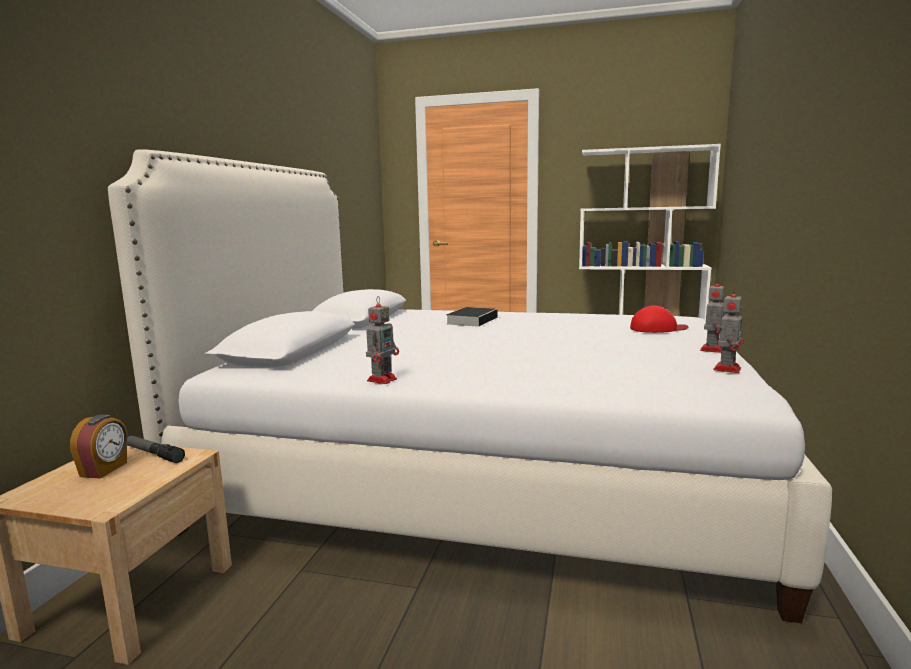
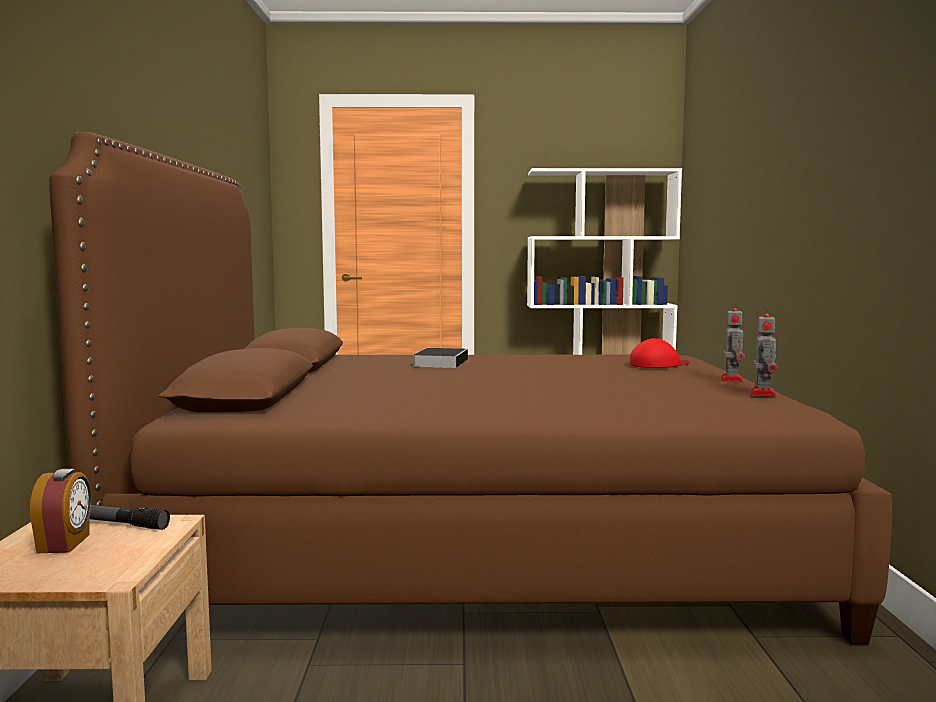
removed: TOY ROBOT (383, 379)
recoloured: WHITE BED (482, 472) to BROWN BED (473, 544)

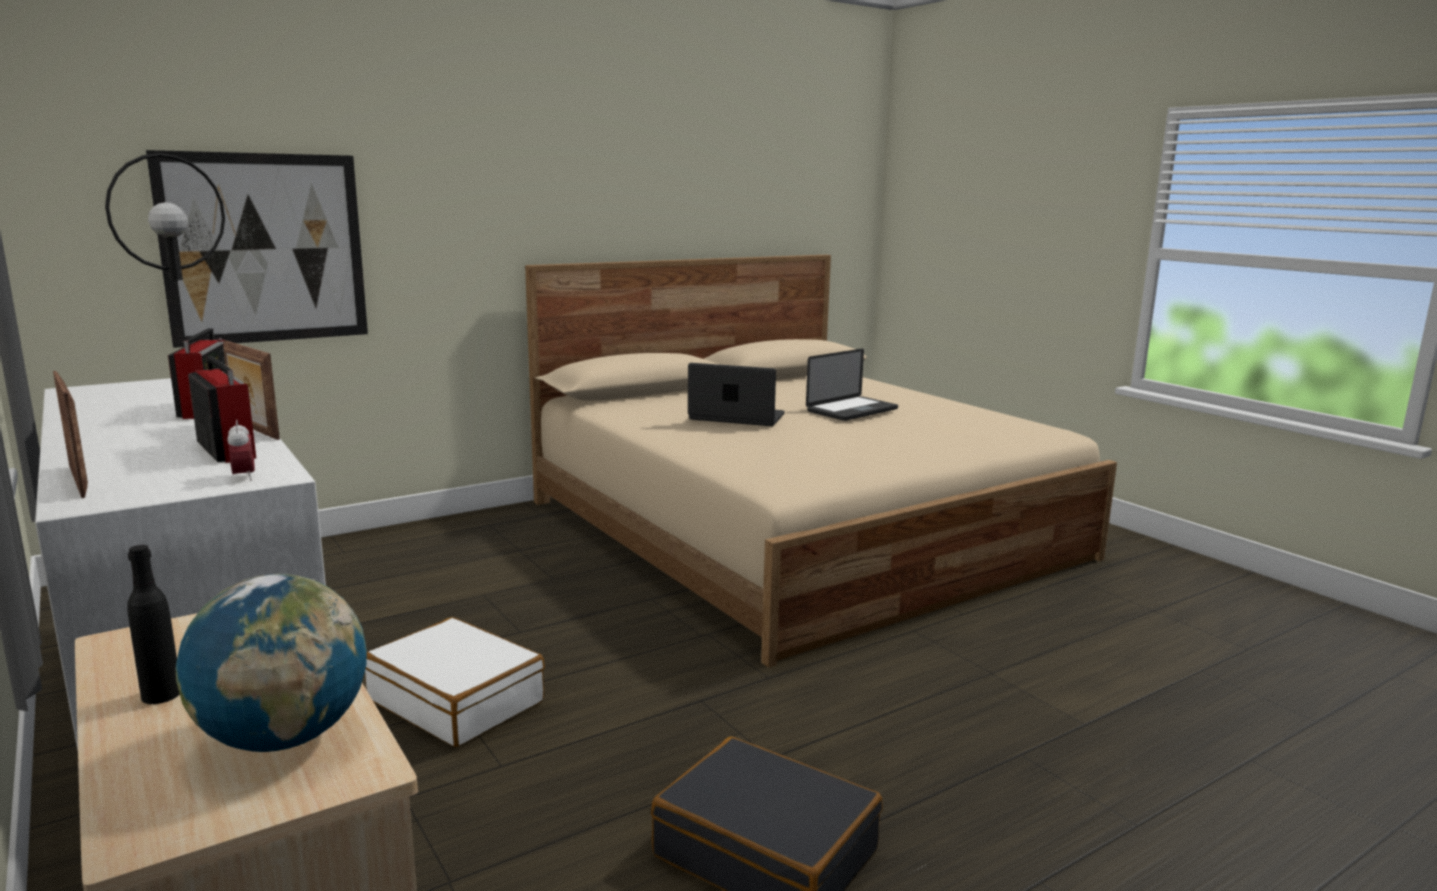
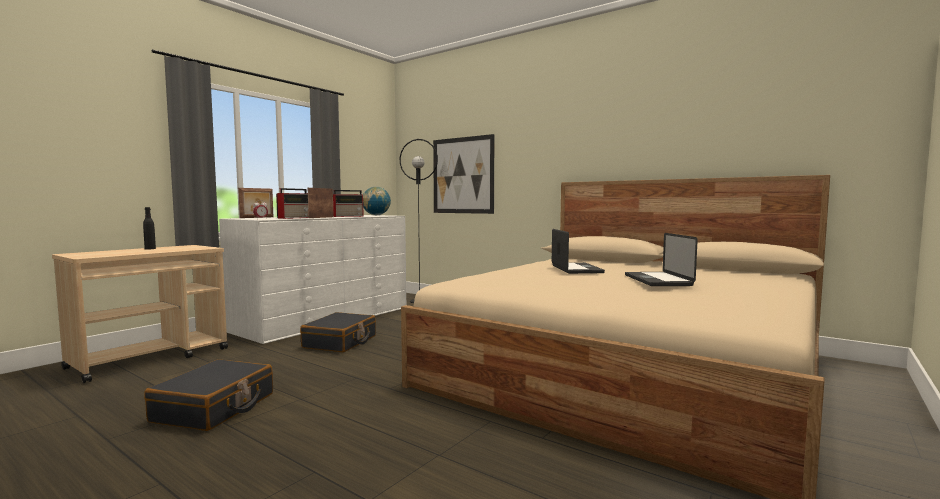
moved: GLOBE (284, 738) to (376, 215)
recoloured: WHITE SUITCASE (457, 700) to BLACK SUITCASE (340, 342)
turned: LAPTOP (852, 410) = (657, 280) 60 degrees clockwise

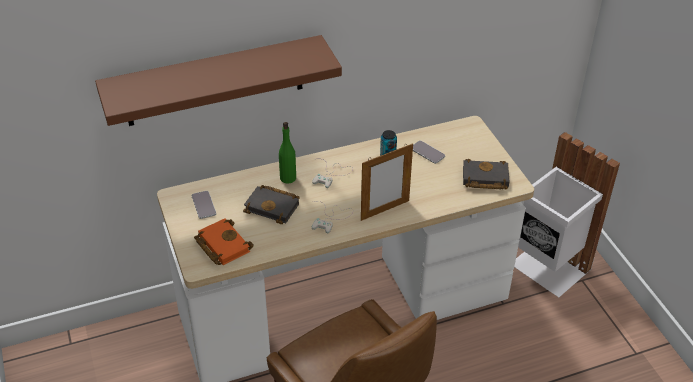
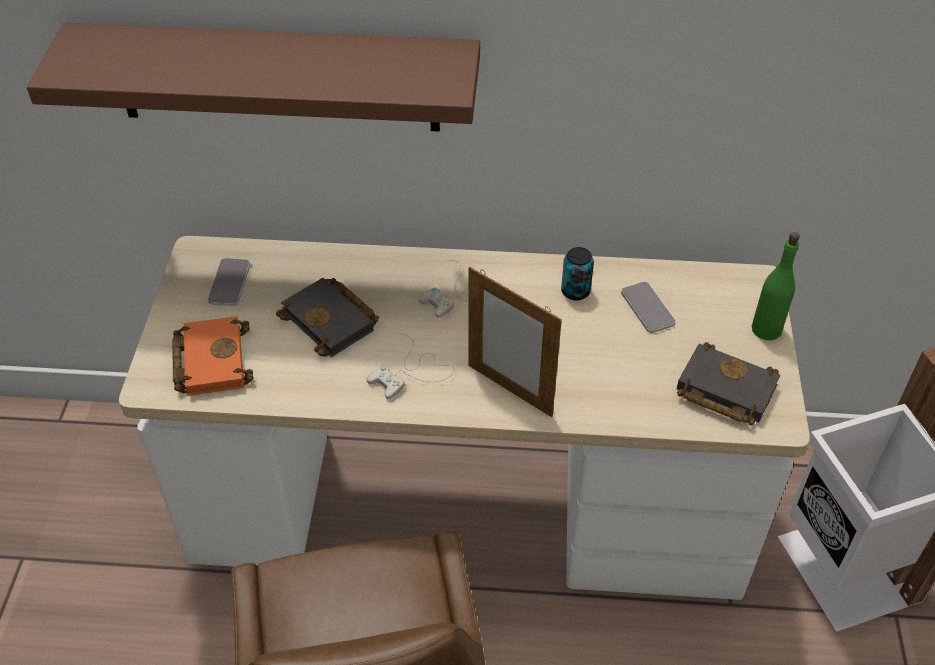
moved: GREEN BOTTLE (288, 178) to (766, 329)
turned: PICTURE FRAME (385, 210) = (509, 390) 45 degrees clockwise

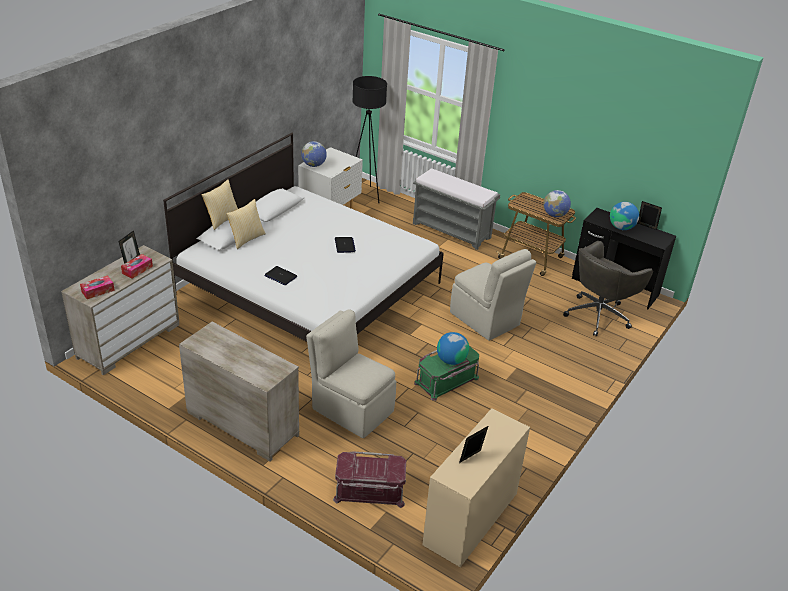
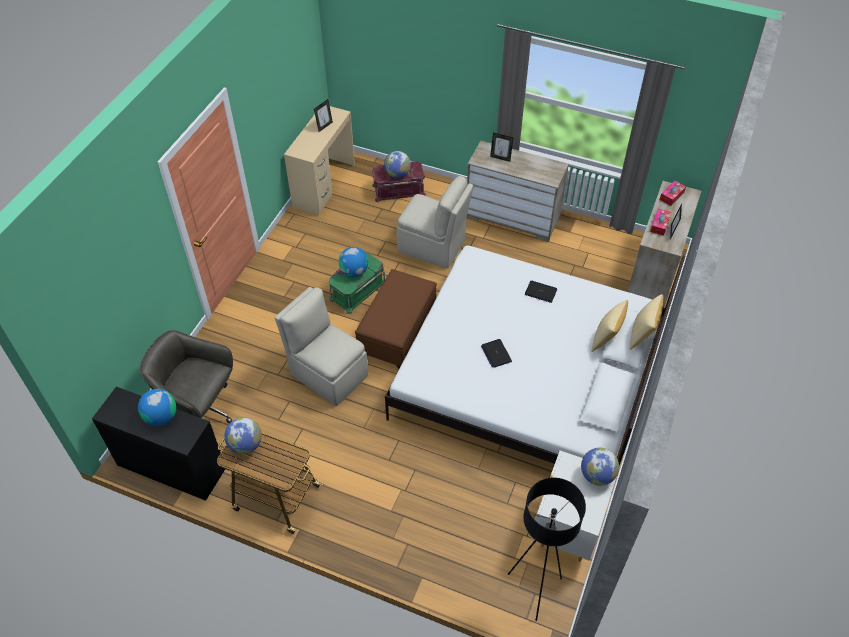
removed: GREY BENCH (452, 231)
added: GLOBE (397, 174); BROWN OTTOMAN (397, 333)
moved: PICTURE FRAME (646, 227) to (500, 158)
turned: GREY OFFICE CHAIR (599, 315) = (200, 411) 105 degrees counterclockwise

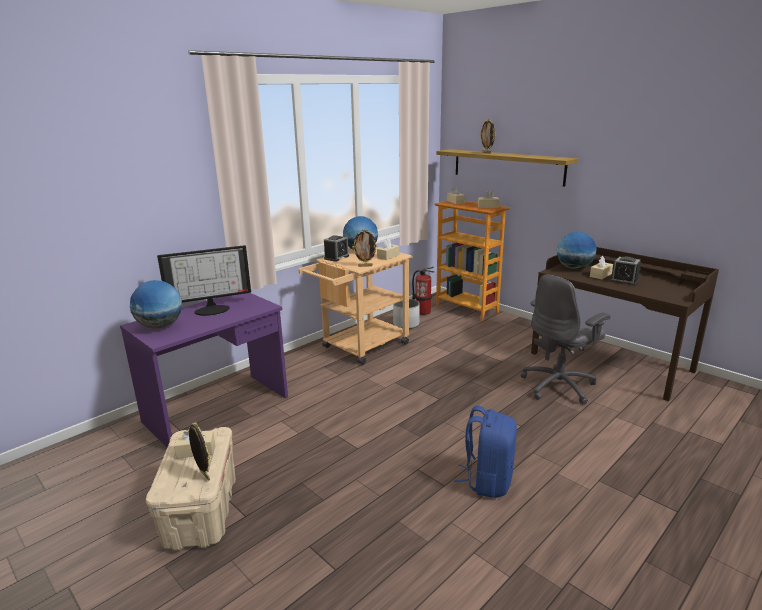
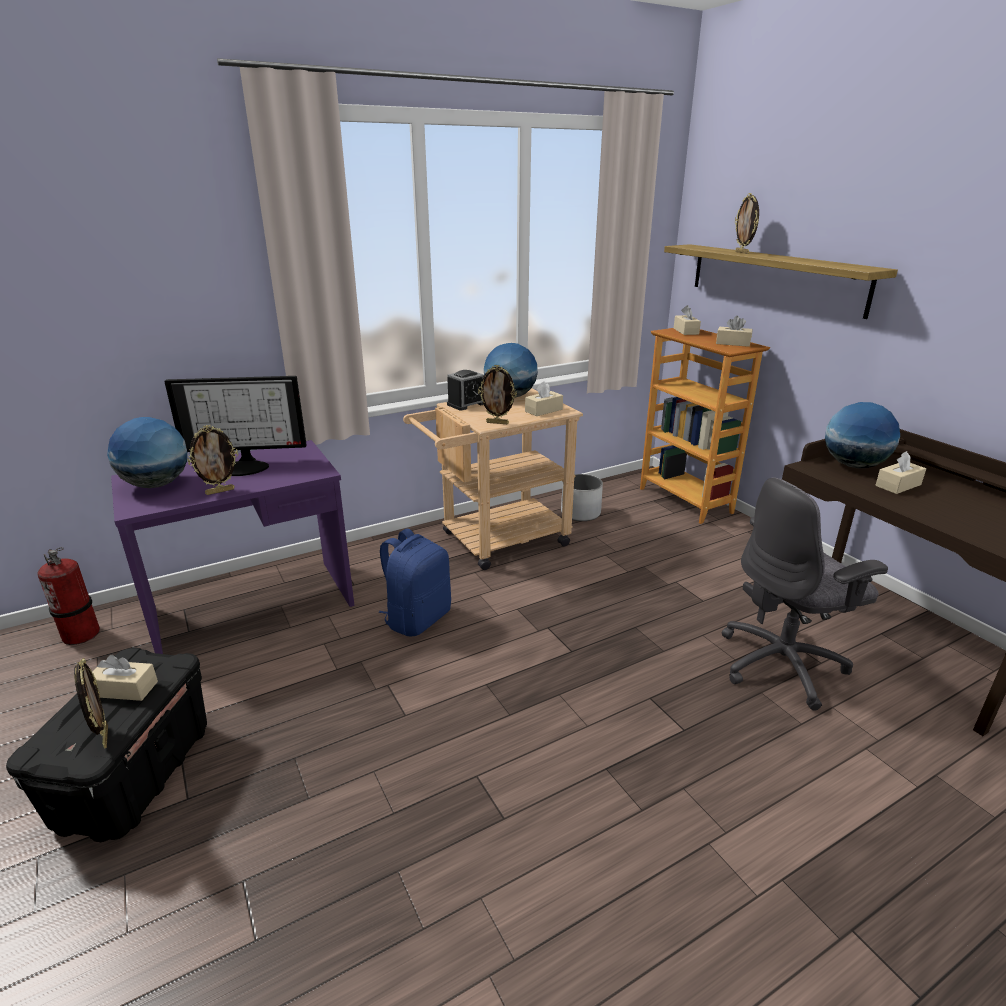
removed: ALARM CLOCK (624, 281)
added: PICTURE FRAME (220, 491)
moved: FIRE EXTINGUISHER (422, 312) to (81, 634); BLUE BACKPACK (487, 480) to (417, 618)
recoloured: BEIGE STORAGE BOX (201, 512) to BLACK STORAGE BOX (136, 775)

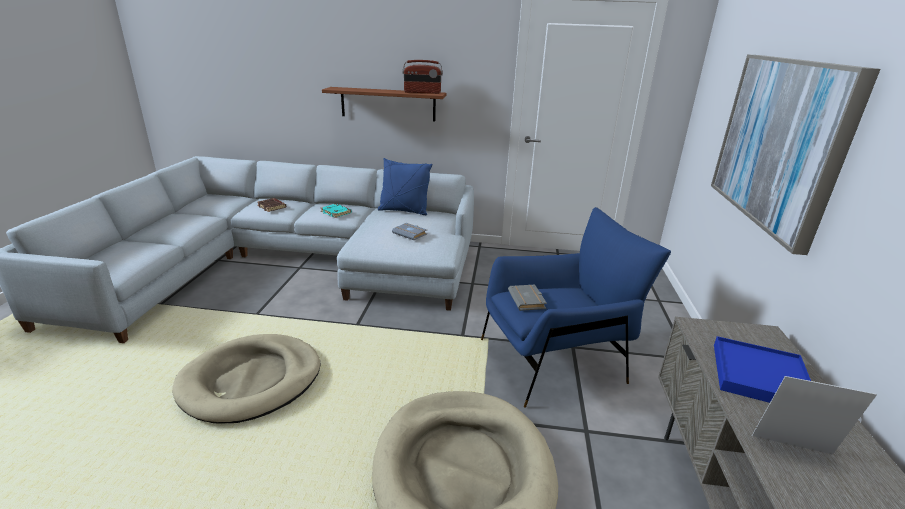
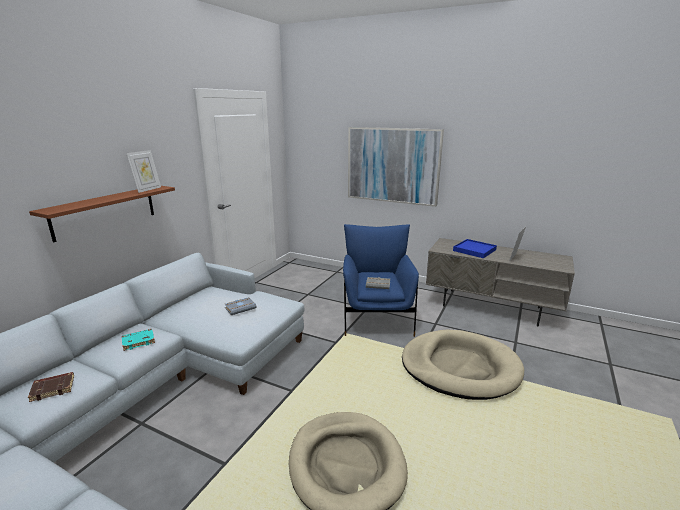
removed: BLUE PILLOW (404, 211)
replaced: RADIO (422, 92) to PICTURE FRAME (147, 189)

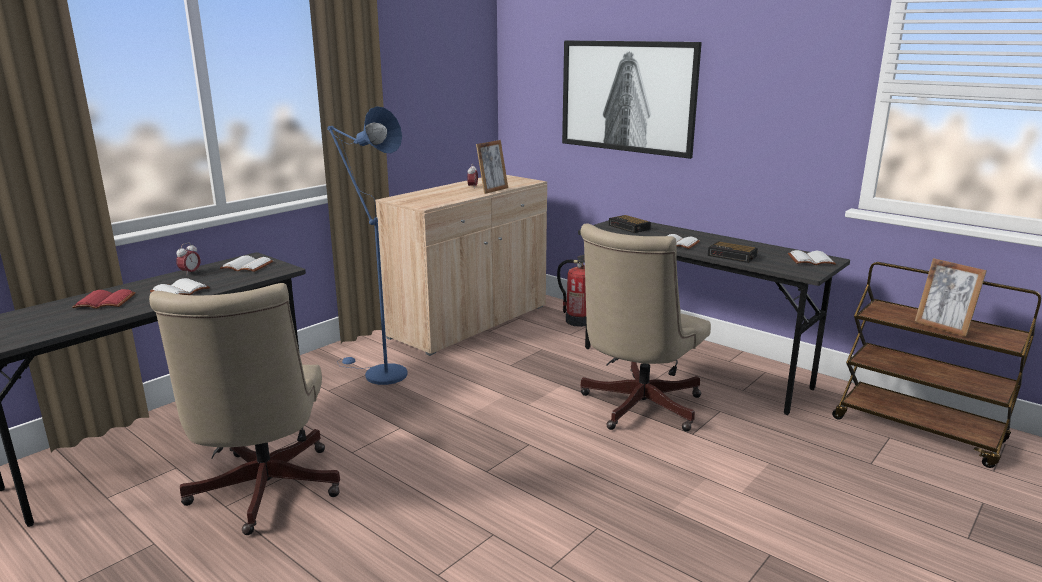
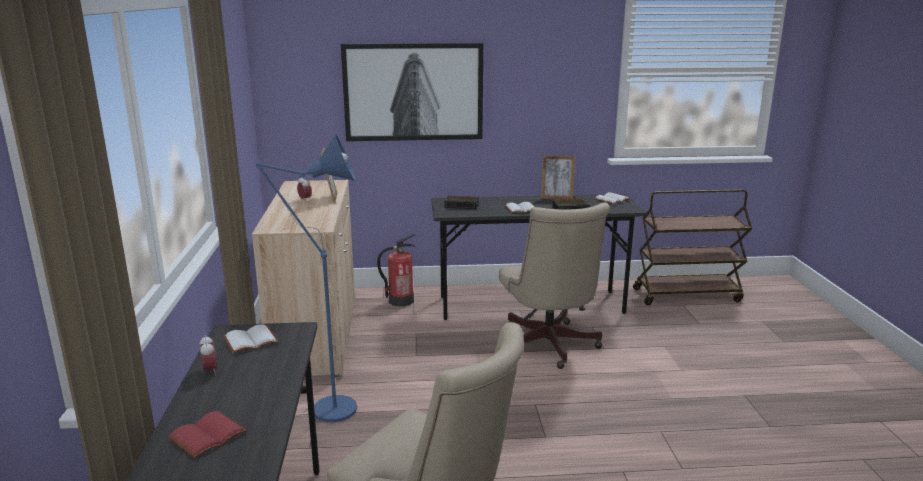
removed: WHITE BOOK (180, 290)
moved: PICTURE FRAME (942, 327) to (557, 198)

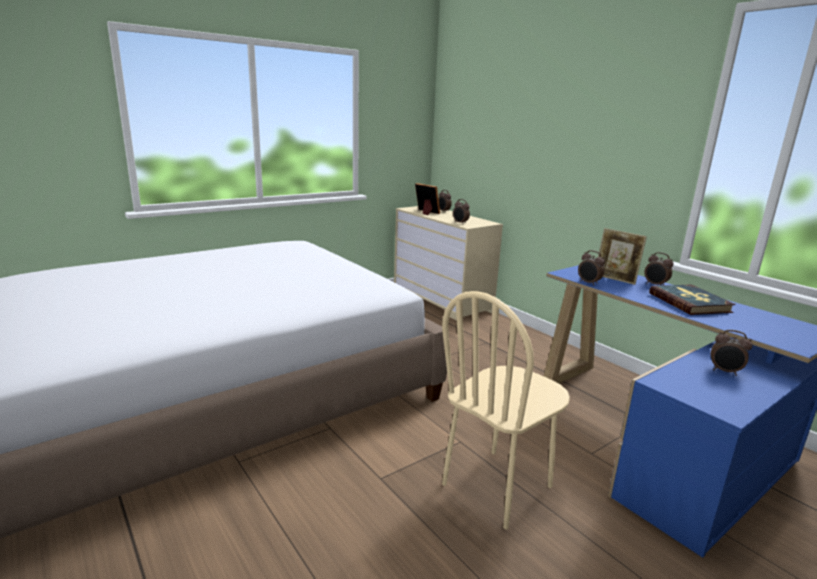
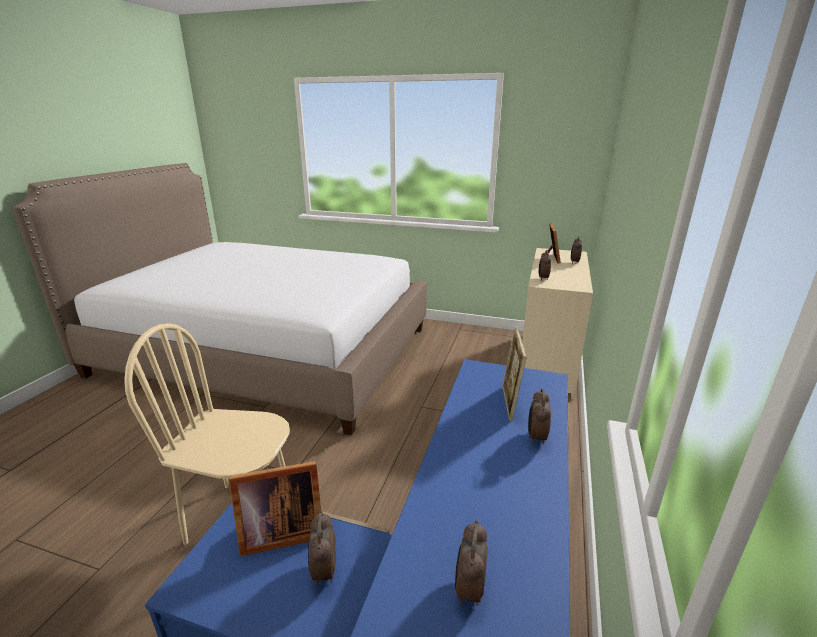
removed: BOOK (689, 303)
added: PICTURE FRAME (279, 532)
moved: ALARM CLOCK (588, 283) to (469, 589)

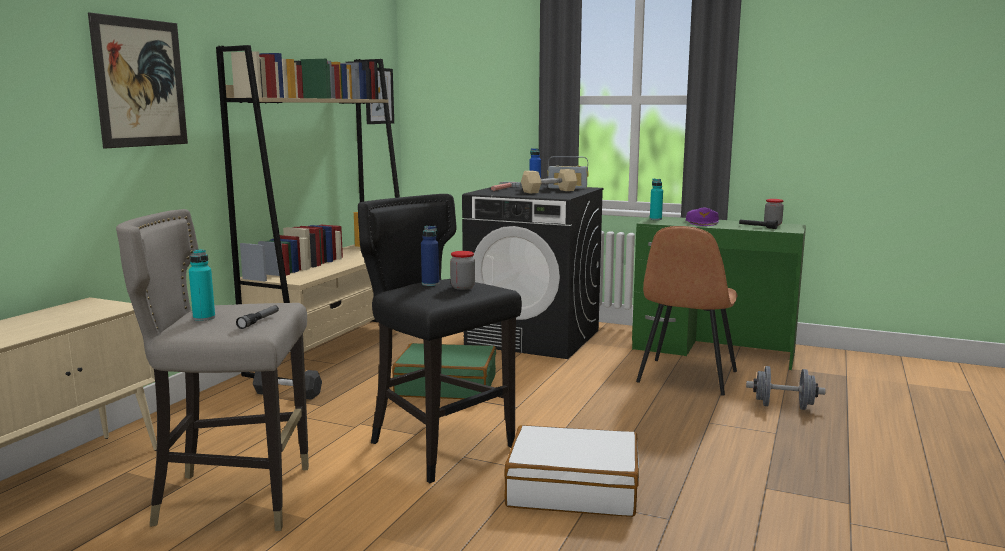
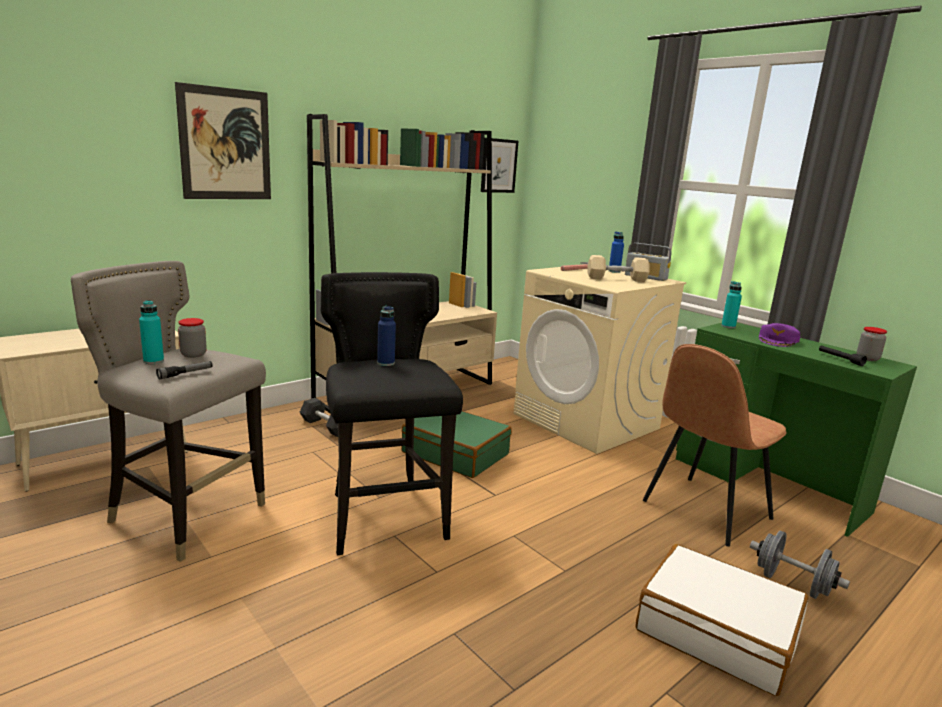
moved: JAR (462, 287) to (193, 354); WHITE SUITCASE (573, 488) to (717, 632)
recoloured: BLACK WASHING MACHINE (534, 337) to BEIGE WASHING MACHINE (586, 421)

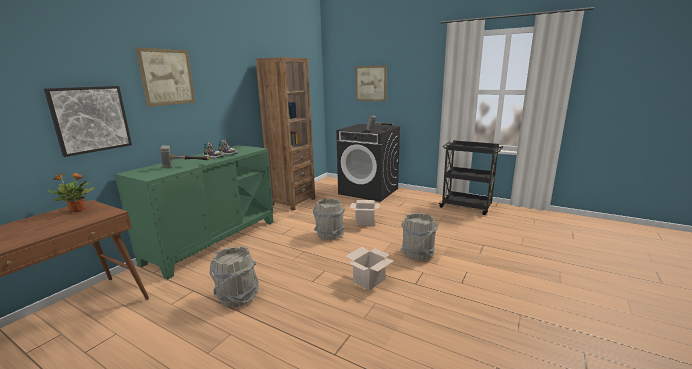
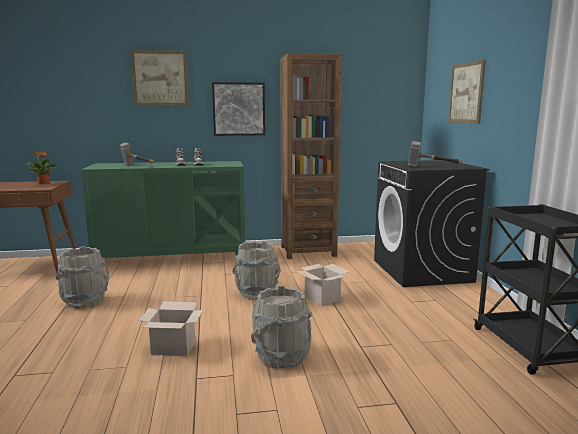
moved: PICTURE (91, 119) to (238, 109)

